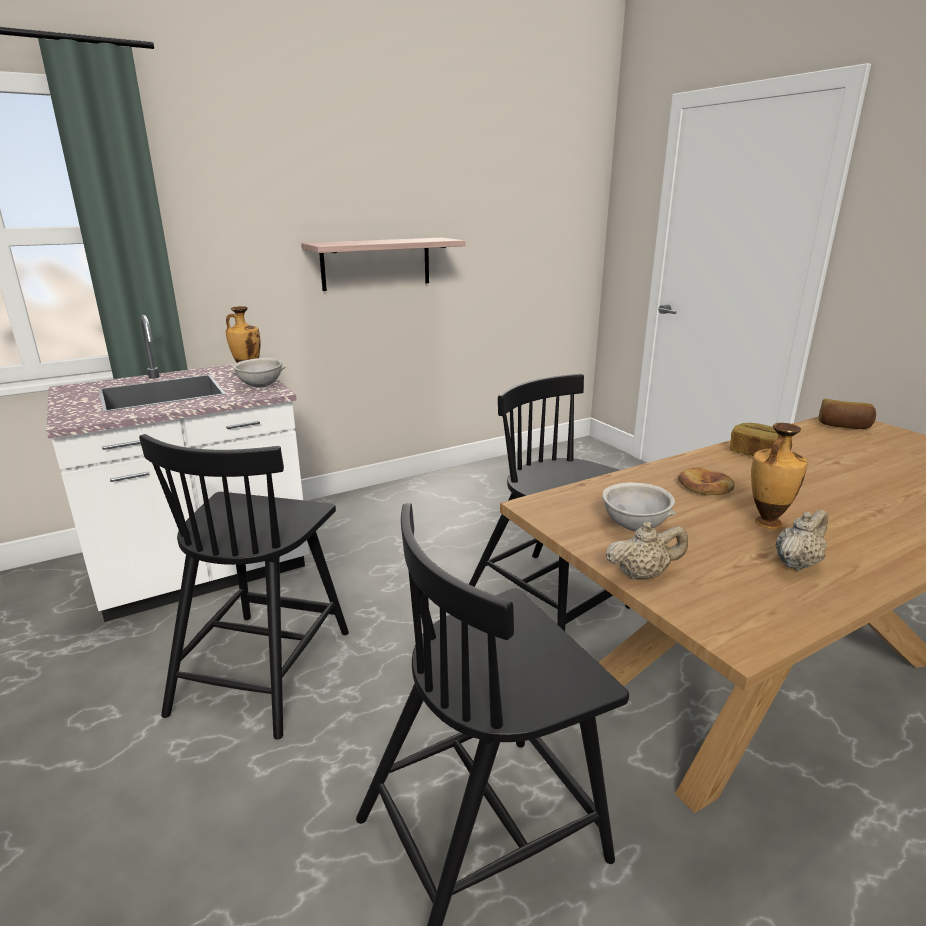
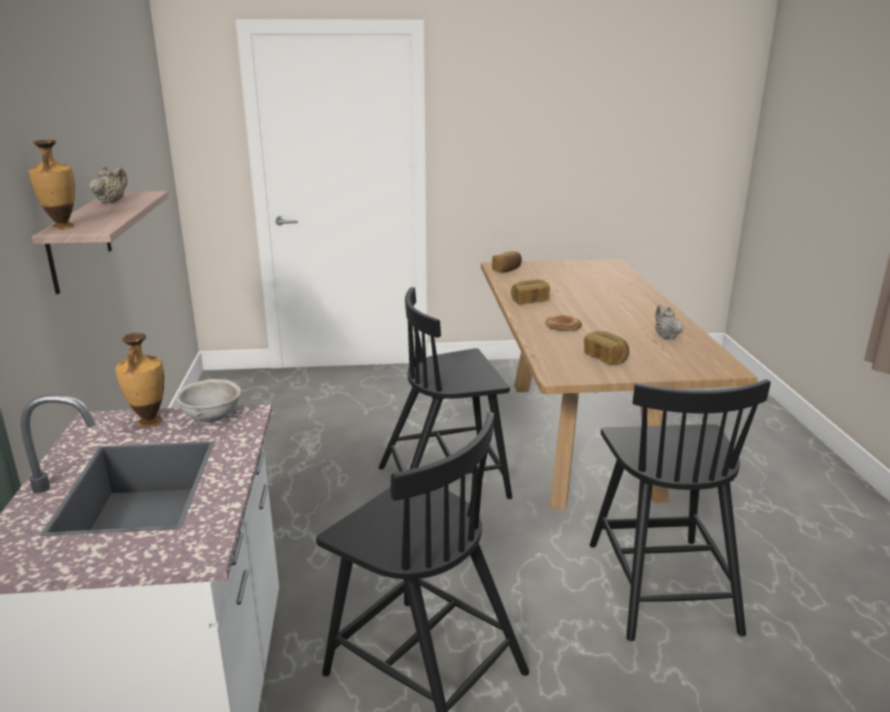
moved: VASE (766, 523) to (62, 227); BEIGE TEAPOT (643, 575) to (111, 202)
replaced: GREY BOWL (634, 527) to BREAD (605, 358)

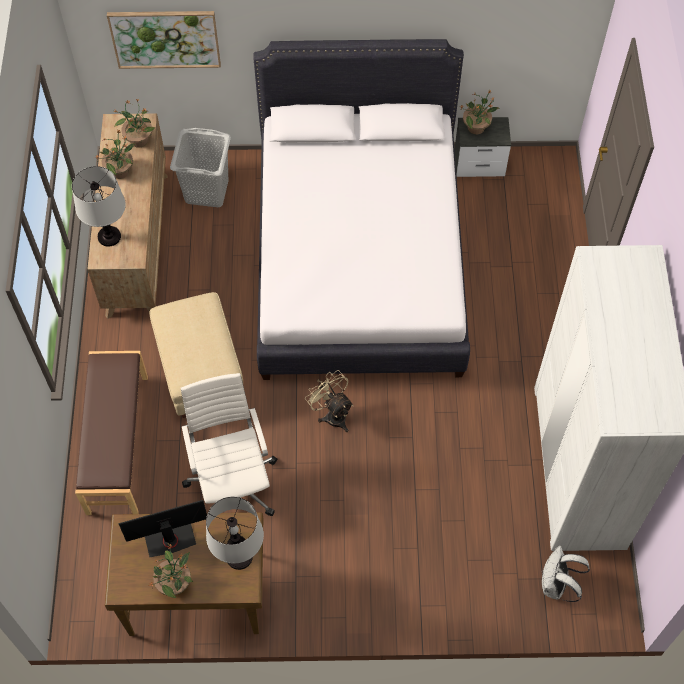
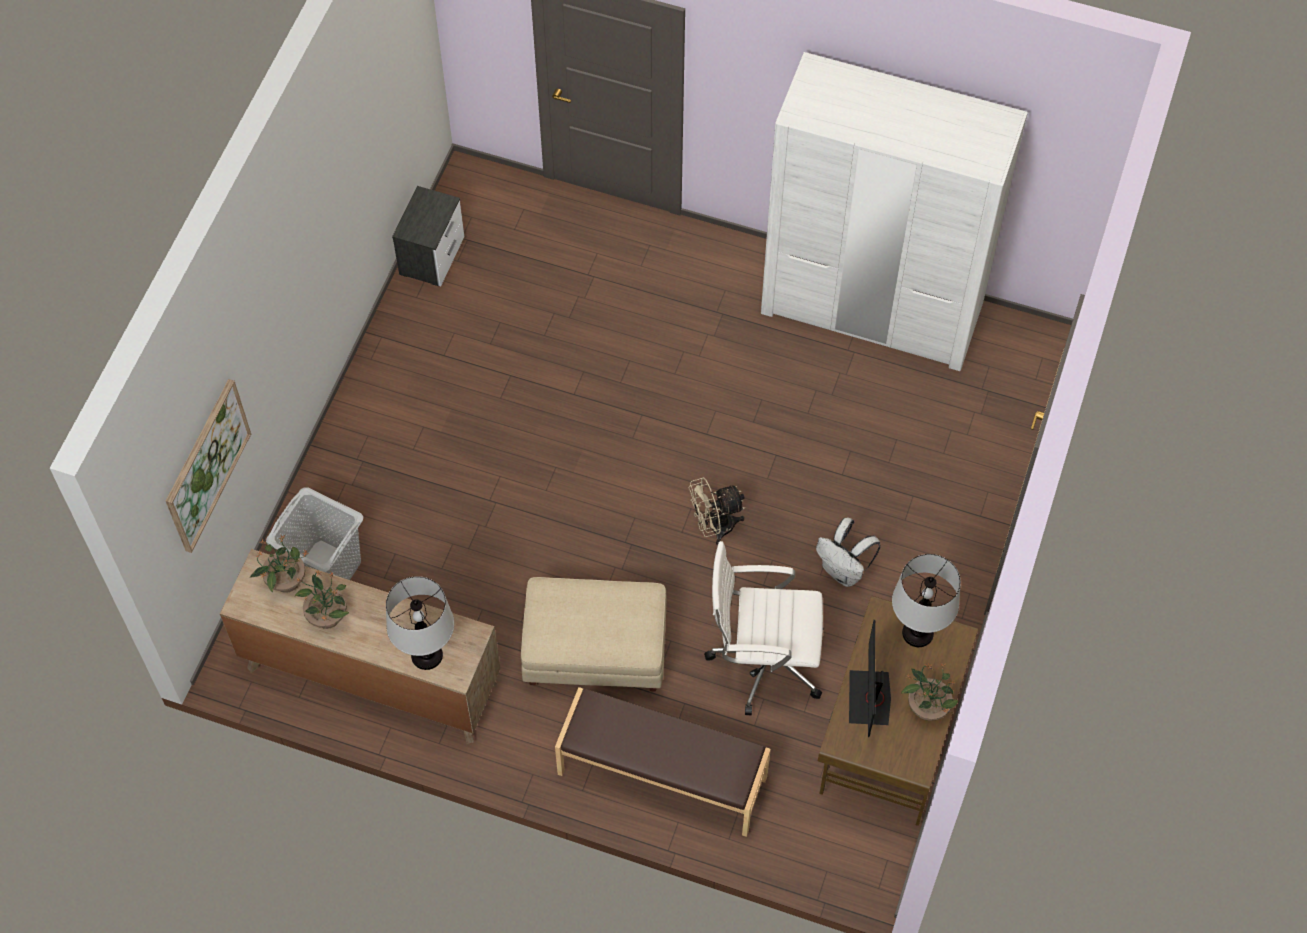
removed: WHITE BED (358, 260); POTTED PLANT (476, 127)
moved: WHITE BACKPACK (556, 585) to (844, 571)

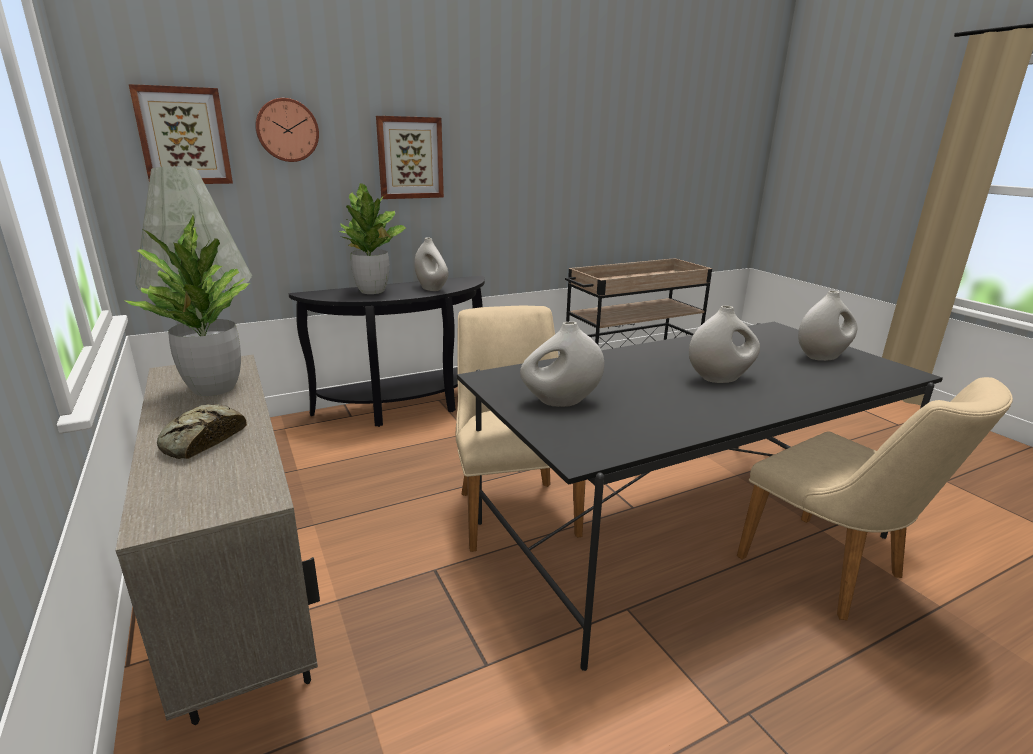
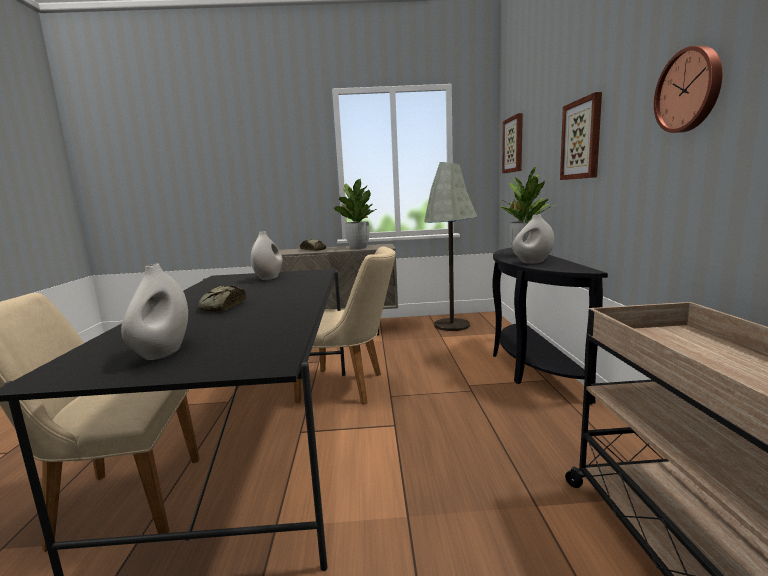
moved: WALL CLOCK (287, 130) to (689, 90)
replaced: WHITE VASE (719, 378) to BREAD (222, 306)

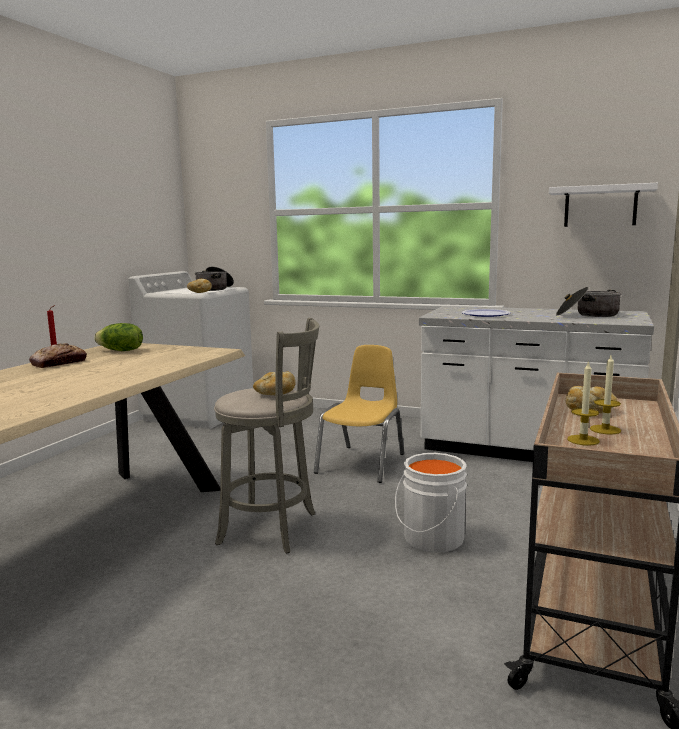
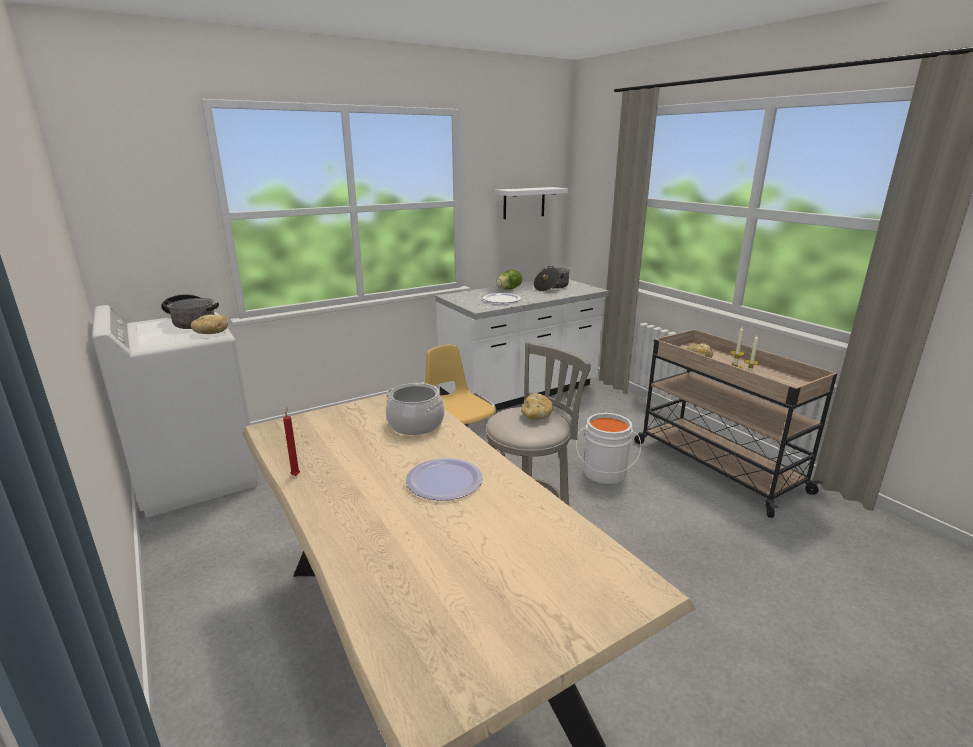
removed: BREAD (59, 363)
added: COOKING POT (416, 424); PLATE (444, 480)
moved: LETTUCE (121, 351) to (509, 289)

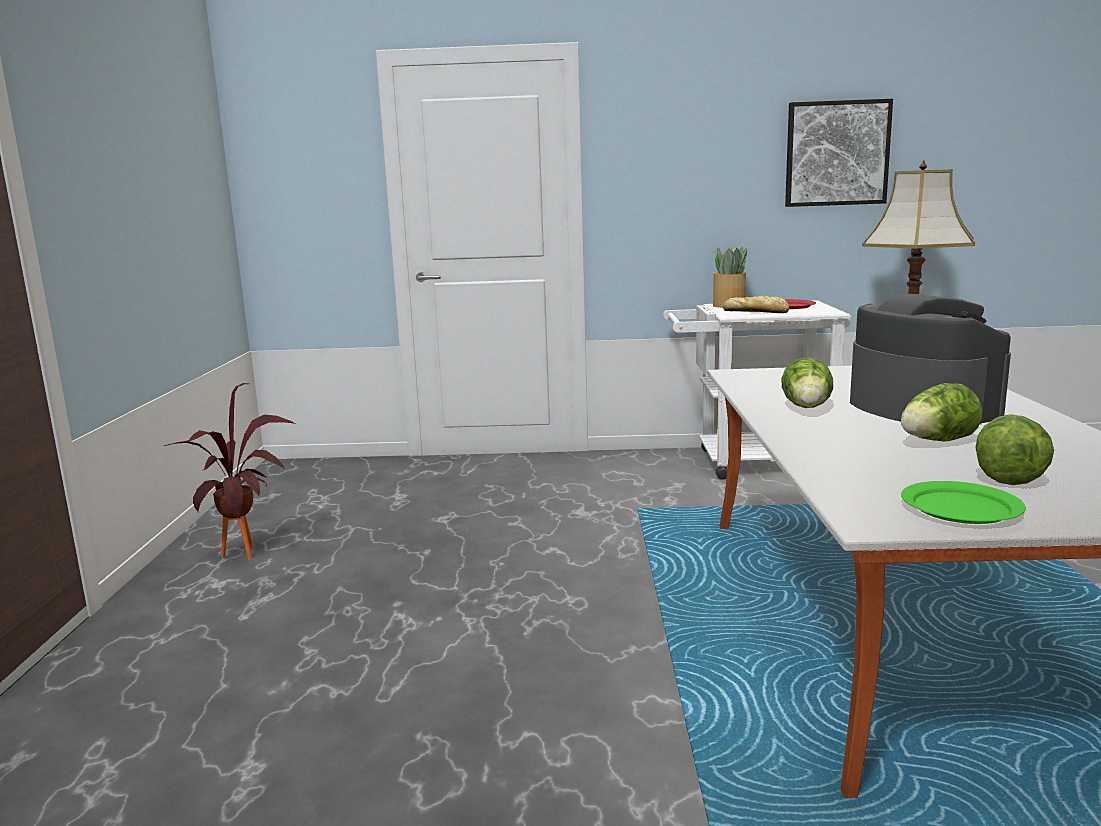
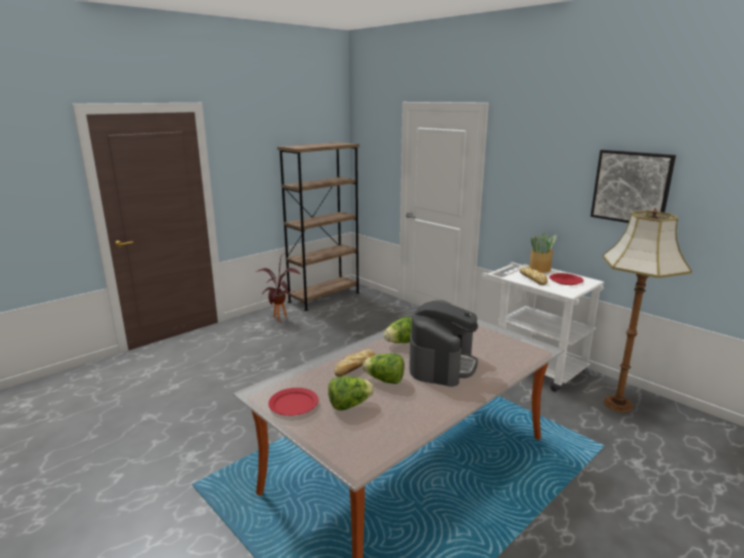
added: BROWN BOOKCASE (324, 297); BREAD (355, 367)
recoloured: GREEN PLATE (961, 508) to RED PLATE (293, 404)

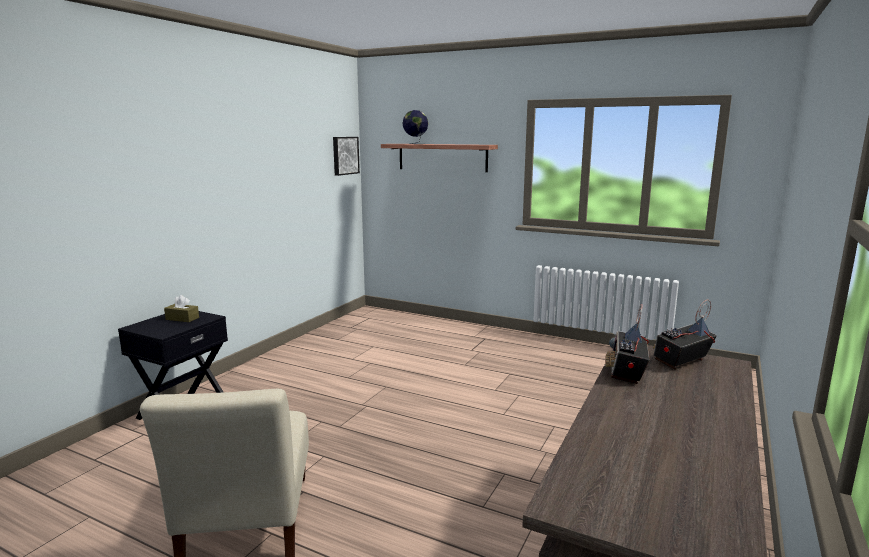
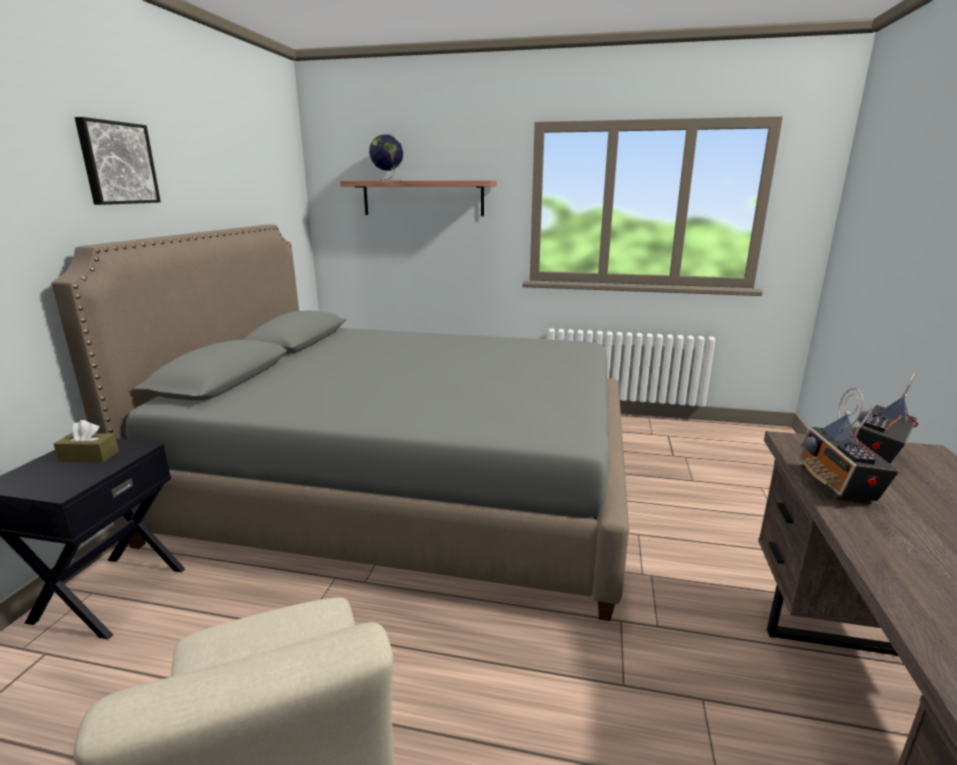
added: GREY BED (407, 488)
moved: PICTURE (344, 155) to (117, 163)

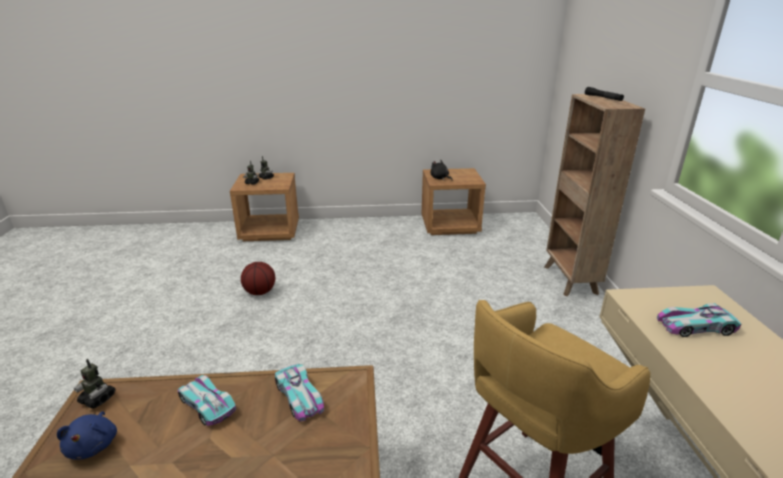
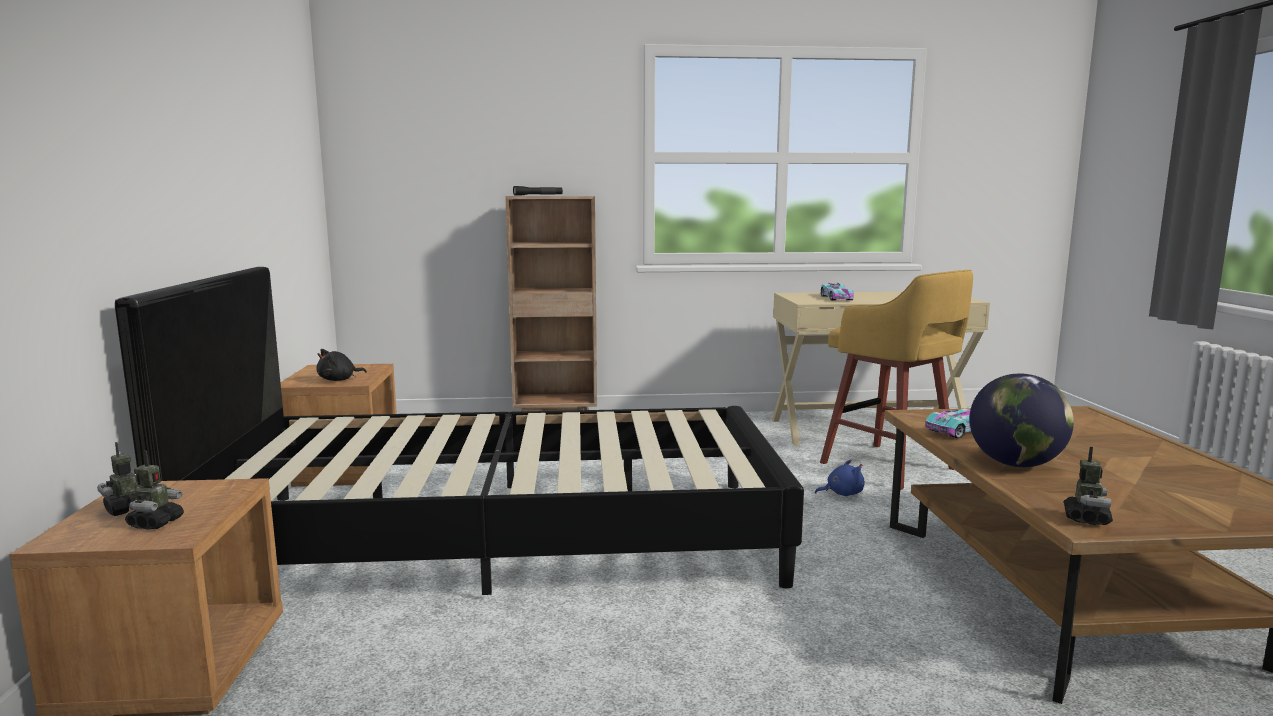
removed: BASKETBALL (260, 292)
added: BLACK BED (500, 536)
moved: BLUE PLUSH TOY (94, 445) to (842, 493)
replaced: TOY CAR (207, 404) to GLOBE (1016, 464)

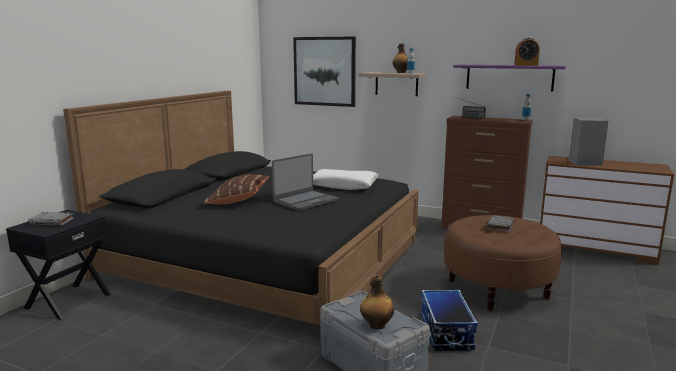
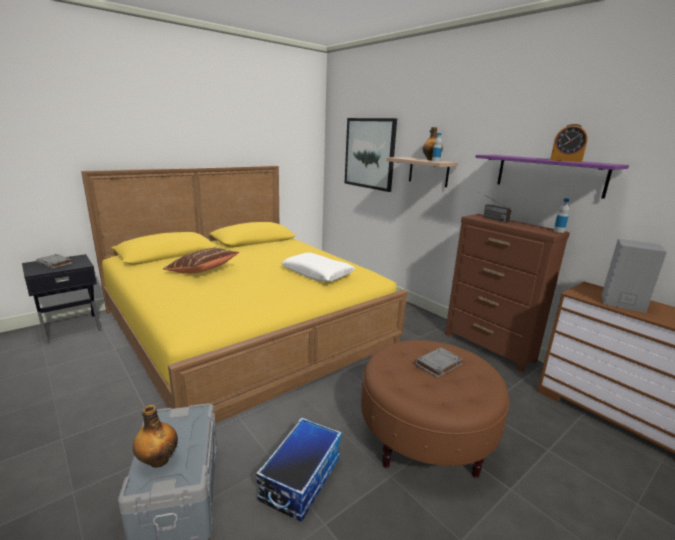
removed: LAPTOP (305, 201)
recoloured: BLACK BED (265, 258) to YELLOW BED (246, 326)

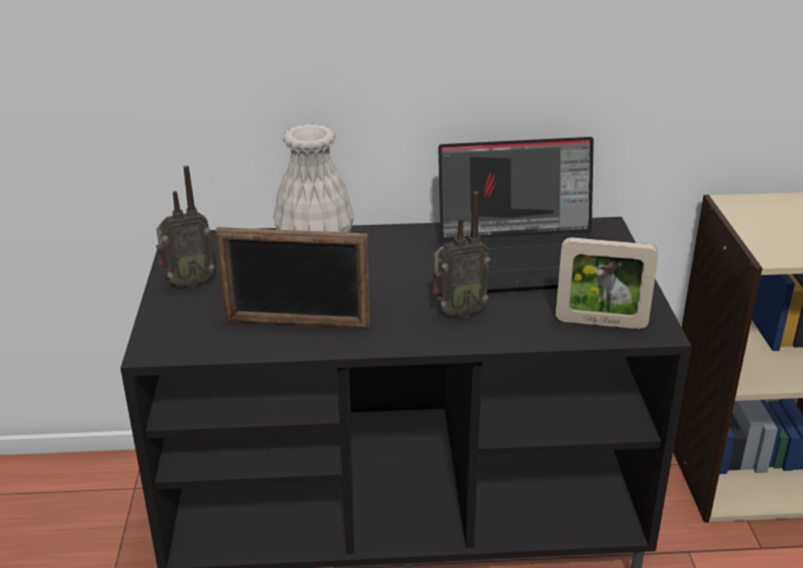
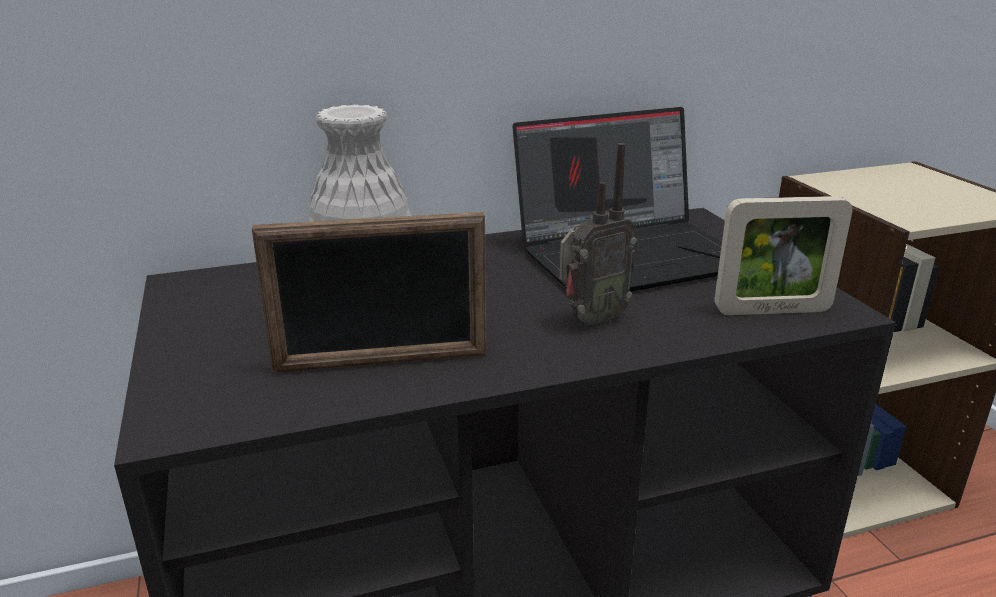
removed: RADIO (188, 283)

